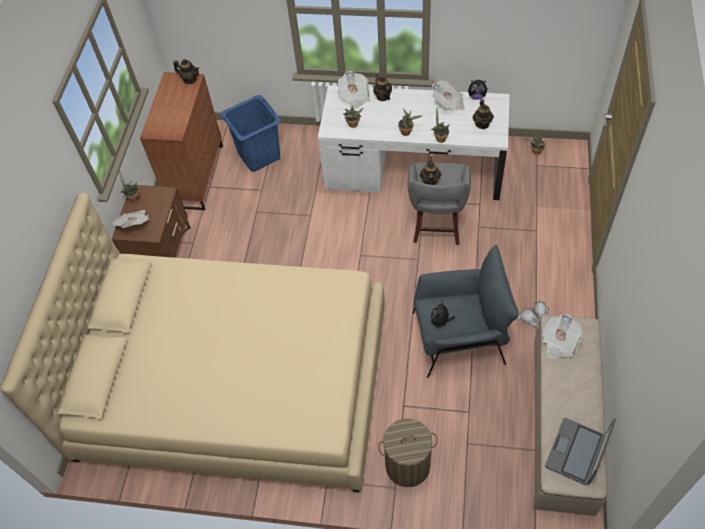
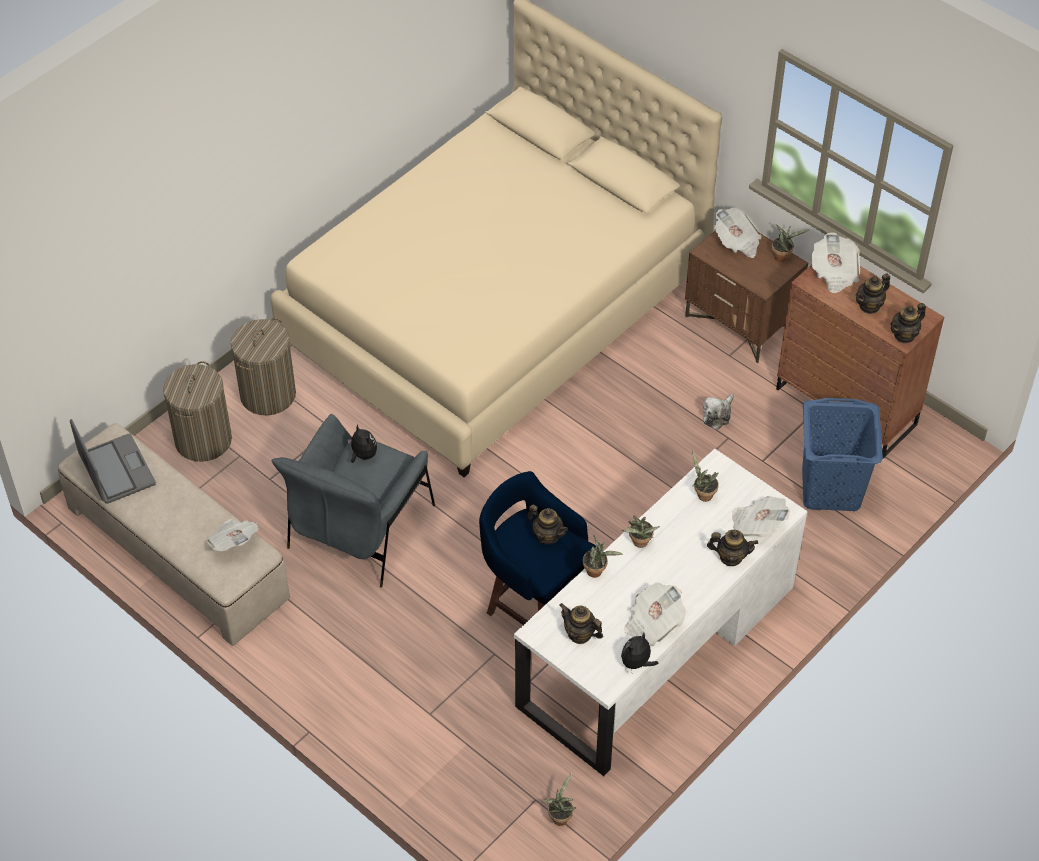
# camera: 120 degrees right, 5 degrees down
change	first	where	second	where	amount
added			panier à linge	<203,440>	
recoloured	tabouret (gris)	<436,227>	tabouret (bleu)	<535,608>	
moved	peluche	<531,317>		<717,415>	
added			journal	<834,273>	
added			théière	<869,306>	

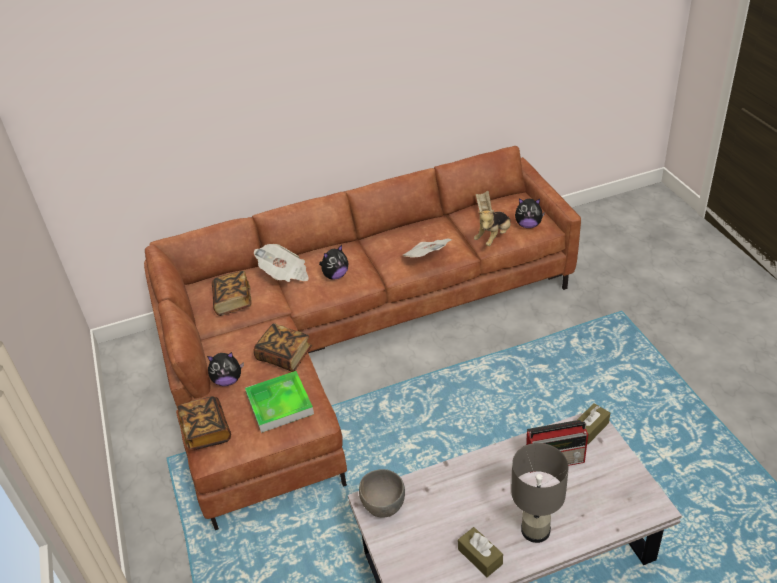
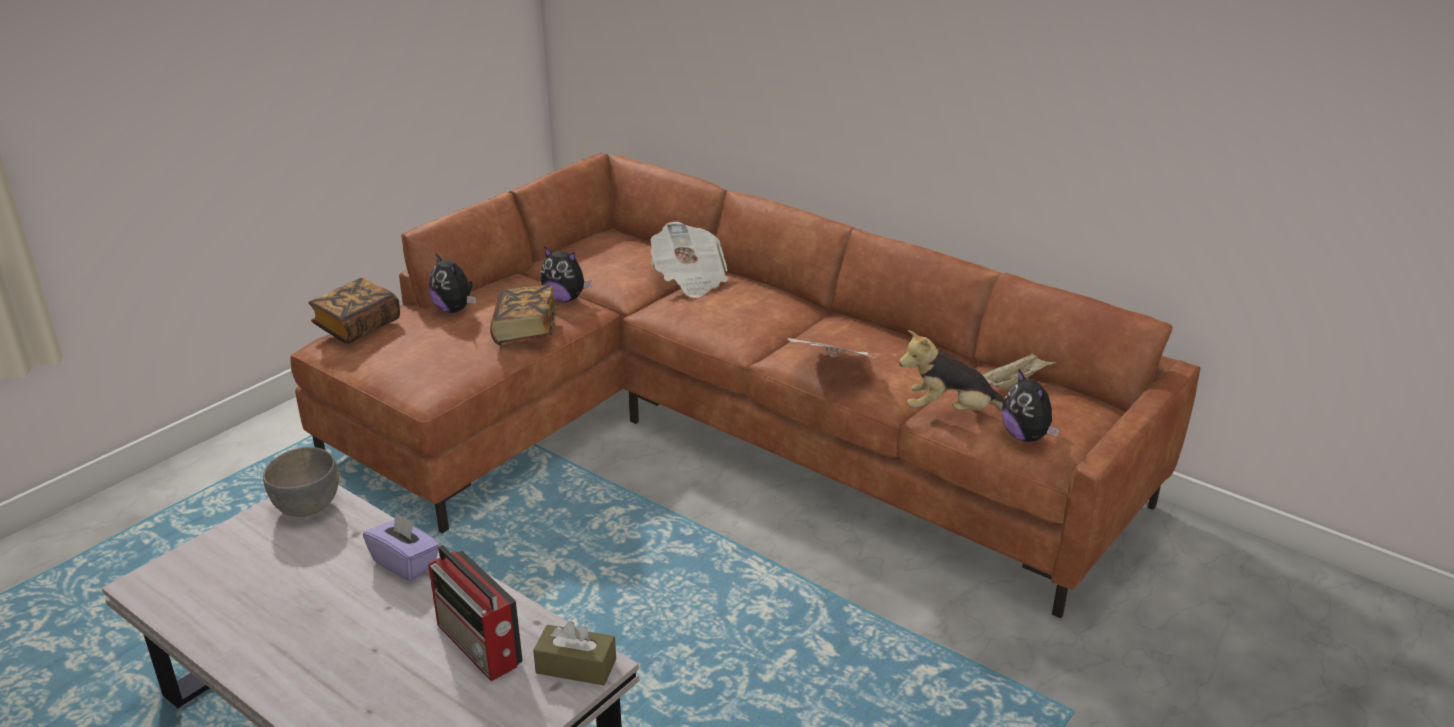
# camera: 55 degrees right, 10 degrees down
change	first	where	second	where	amount
added			boîte à mouchoirs (violet)	<405,563>	
moved	peluche	<335,275>		<565,299>	
removed	livre	<233,301>			
removed	plateau	<280,404>			
removed	boîte à mouchoirs (marron)	<480,556>			
removed	lampe de table (gris)	<536,530>			

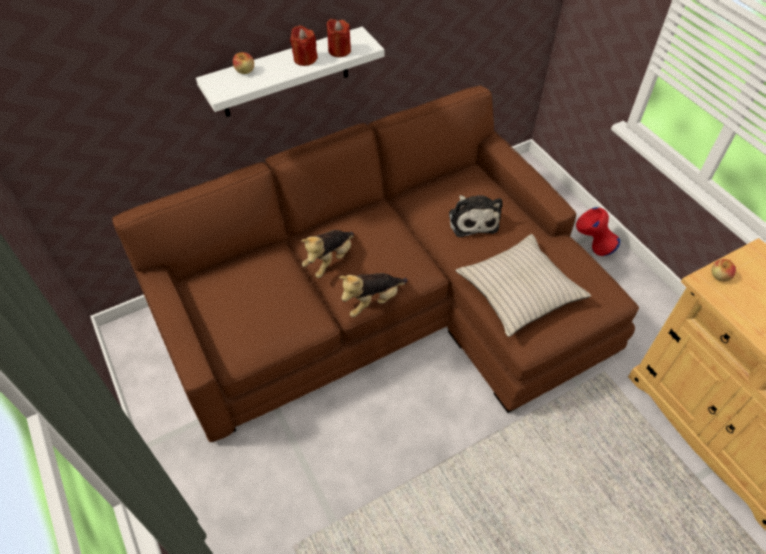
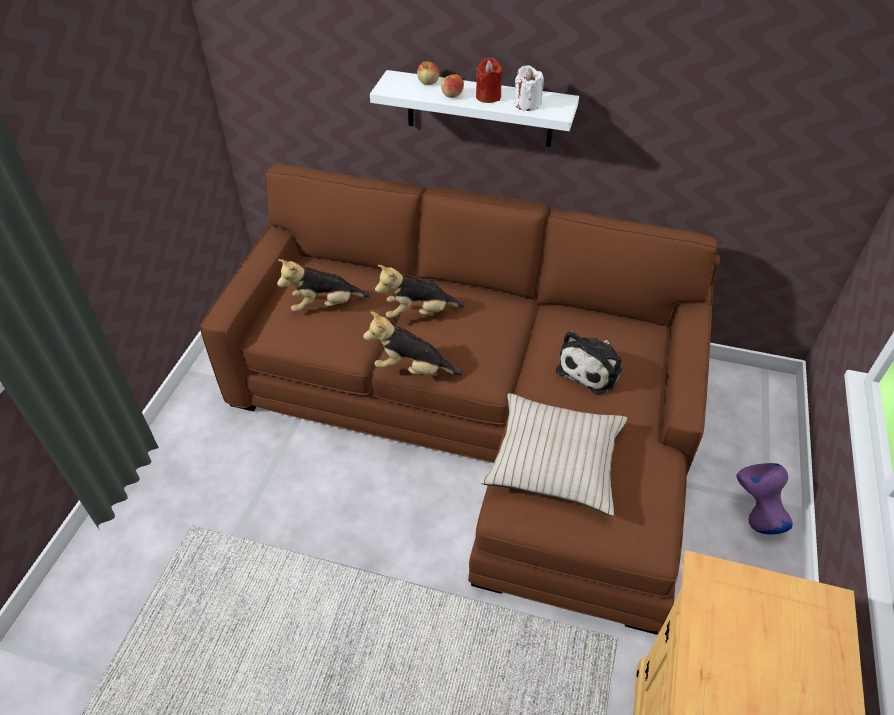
# camera: 45 degrees right, 5 degrees down
change	first	where	second	where	amount
added			peluche	<325,305>	
moved	pomme	<719,276>		<452,95>	
recoloured	bougie (rouge)	<339,50>	bougie (blanc)	<527,104>	
recoloured	vase (rouge)	<592,248>	vase (violet)	<754,516>	

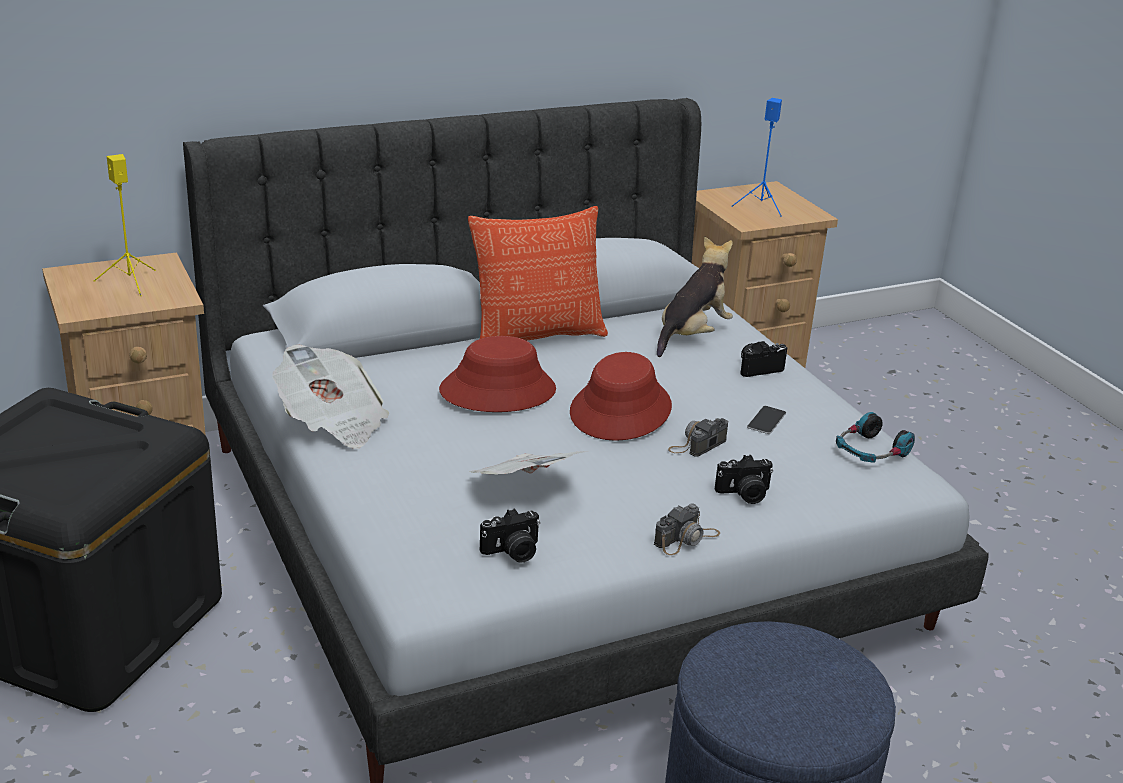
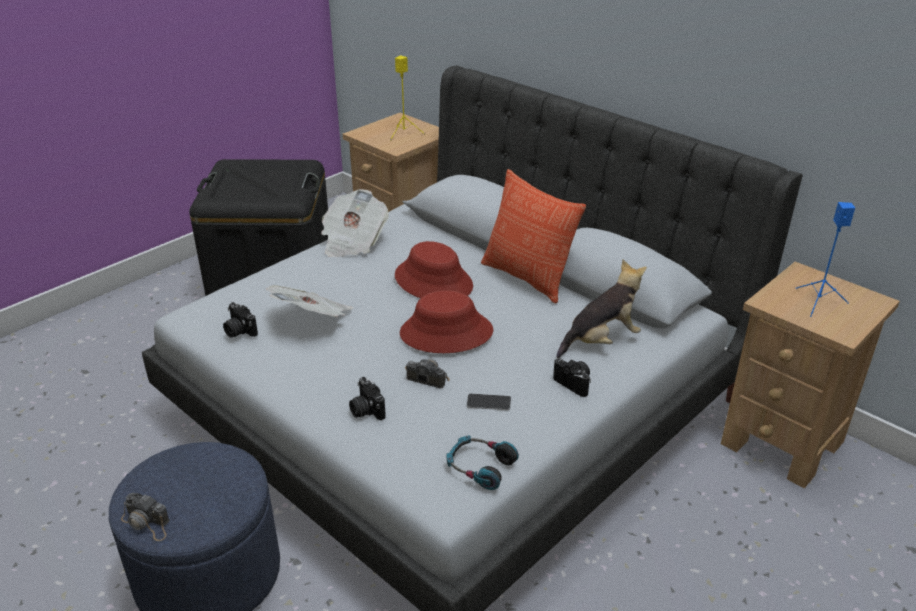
# camera: 70 degrees right, 5 degrees up
change	first	where	second	where	amount
moved	appareil photo	<686,538>		<147,523>	
turned	peluche	<692,335>		<601,340>	45 degrees counterclockwise

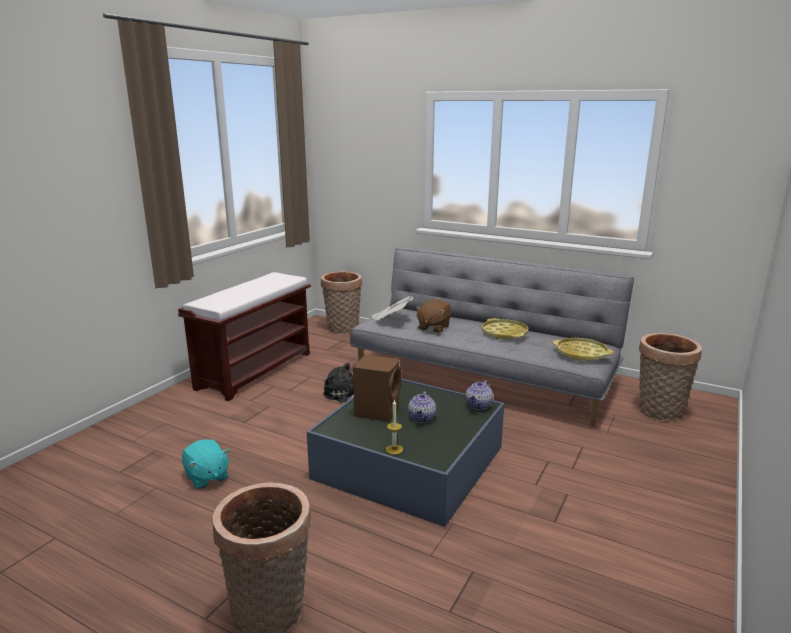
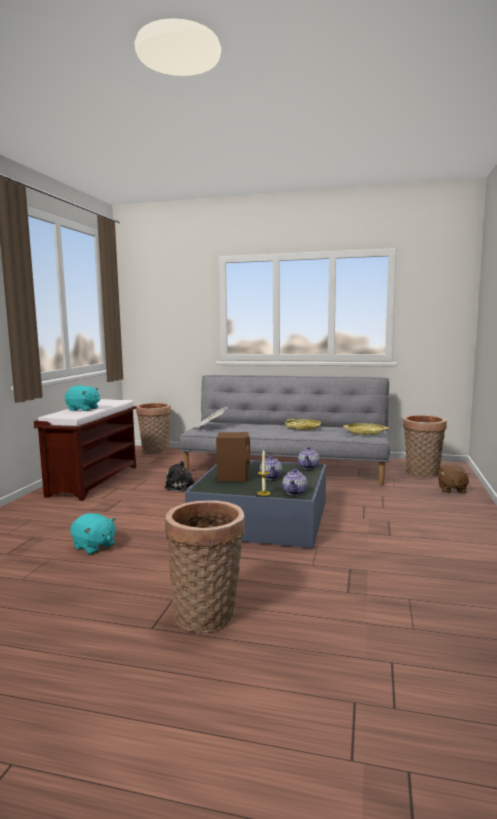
# camera: 15 degrees left, 10 degrees down
change	first	where	second	where	amount
added			peluche (turquoise)	<83,409>	
added			théière	<295,492>	
moved	peluche (marron)	<433,327>		<451,490>	

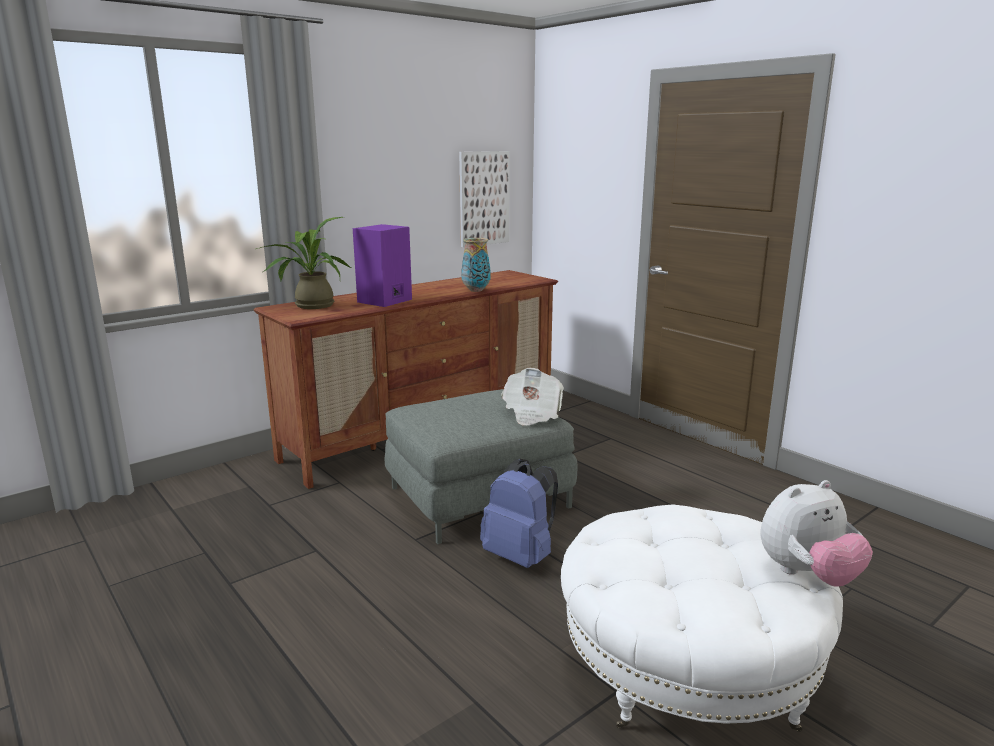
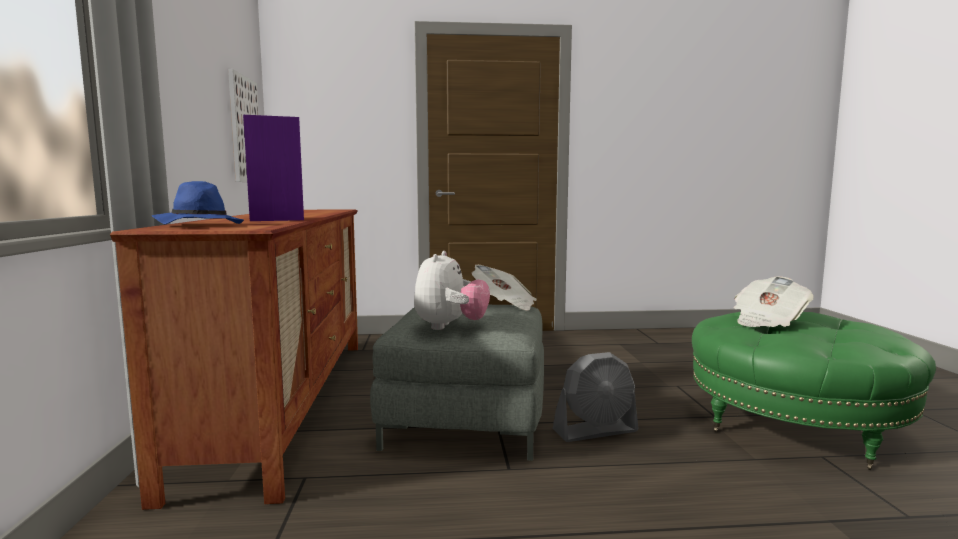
# camera: 55 degrees left, 10 degrees down
change	first	where	second	where	amount
replaced	plante en pot	<309,305>	chapeau (bleu)	<199,225>	
moved	peluche	<807,575>		<450,327>	
replaced	sac à dos (bleu)	<521,556>	ventilateur (gris)	<595,431>	
recoloured	pouf (blanc)	<687,667>	pouf (vert)	<794,425>	
added			journal	<767,321>	
removed	vase	<476,290>			

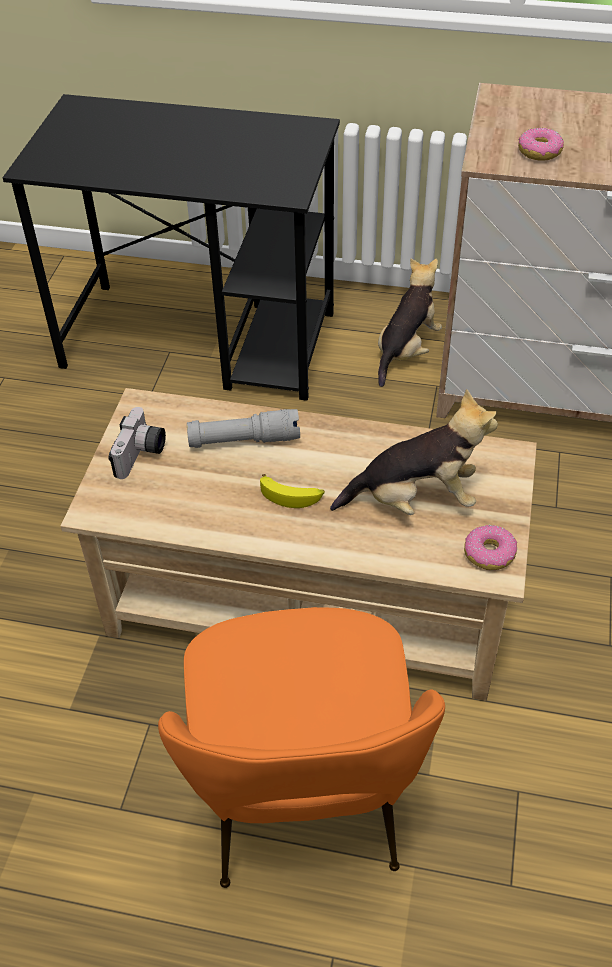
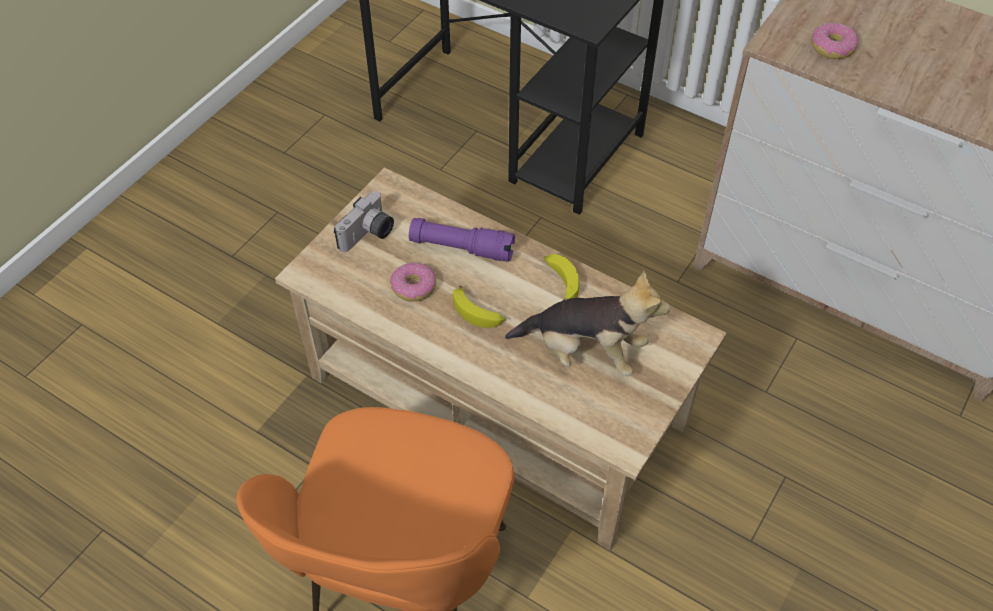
# camera: 20 degrees right, 5 degrees up
change	first	where	second	where	amount
moved	beignet	<489,553>		<414,287>	
recoloured	lampe de poche (gris)	<244,440>	lampe de poche (violet)	<461,248>	
added			banane	<560,281>	
removed	peluche	<406,350>			

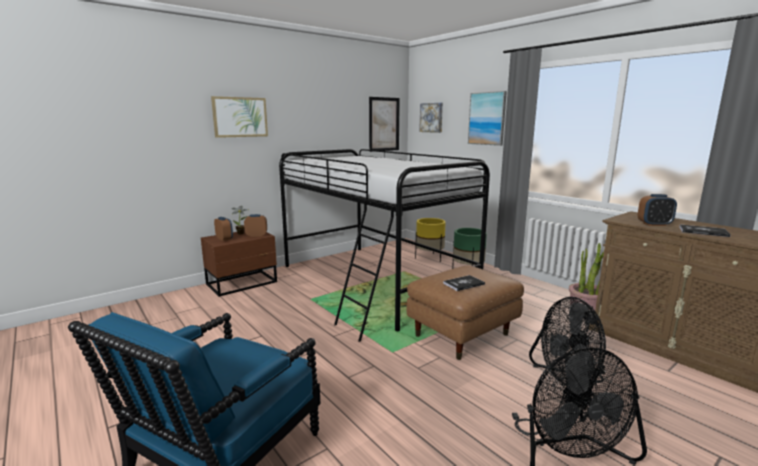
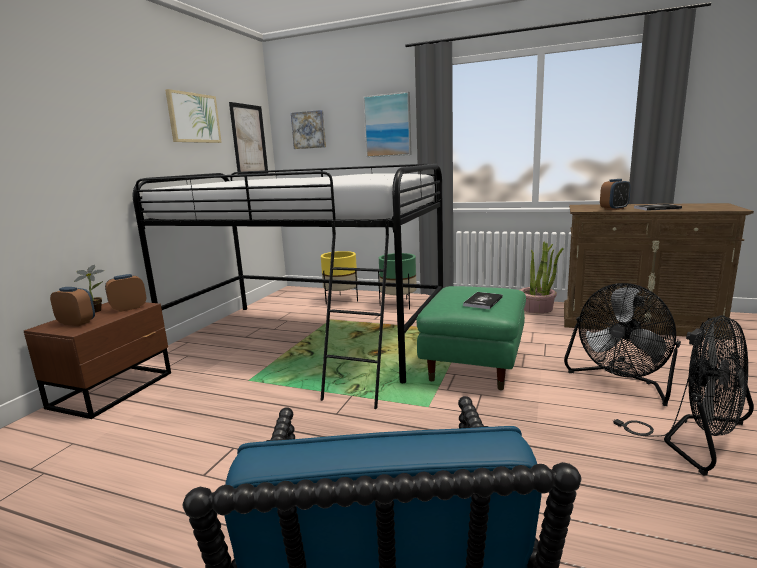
# camera: 30 degrees left, 0 degrees up
change	first	where	second	where	amount
moved	tableau	<240,117>		<194,118>	
recoloured	pouf (marron)	<463,335>	pouf (vert)	<473,365>	

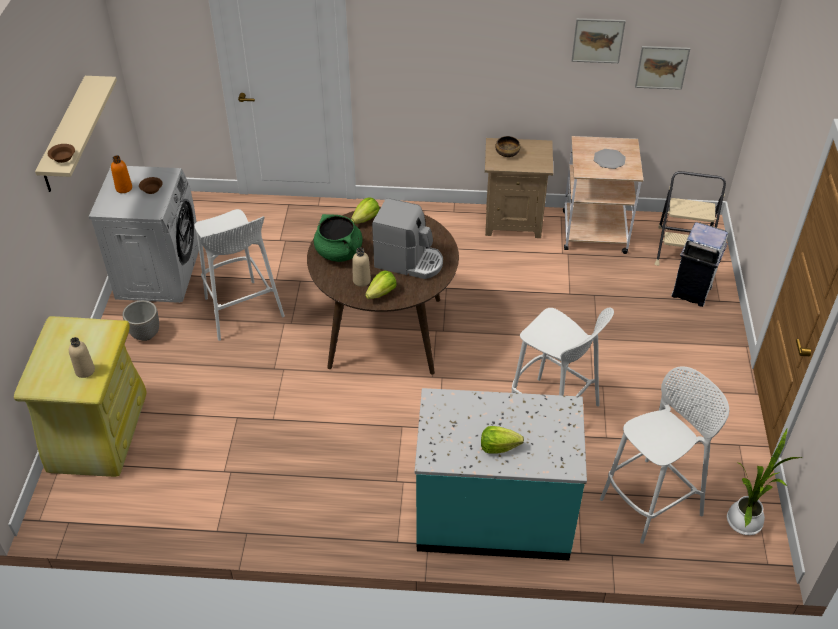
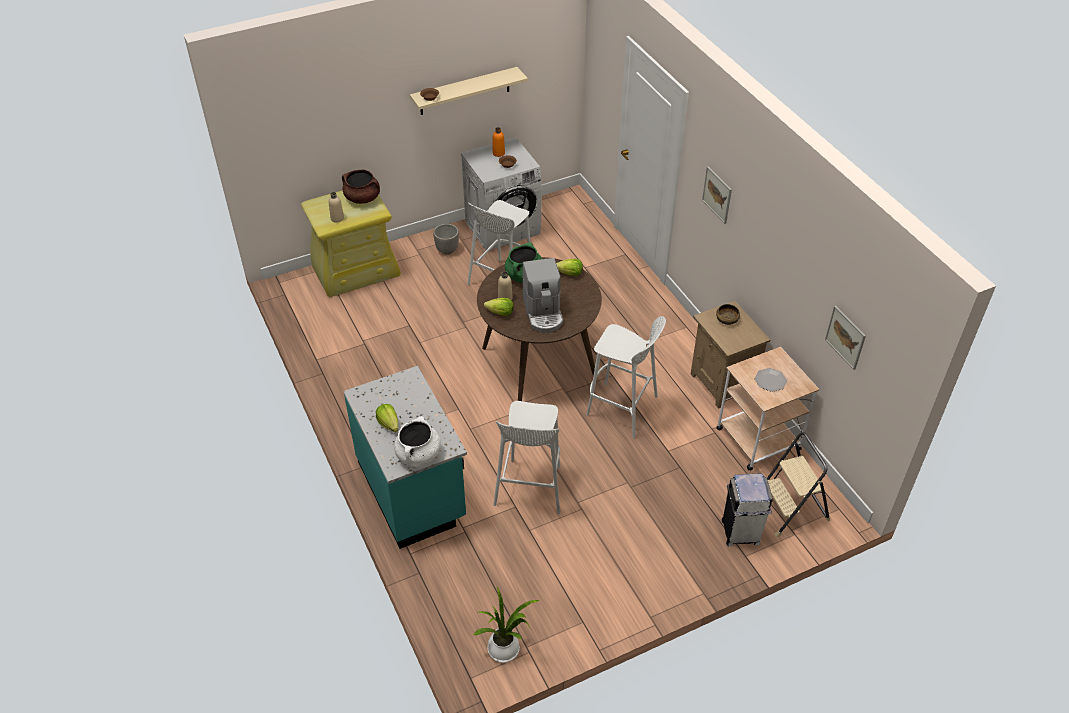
# camera: 60 degrees right, 0 degrees up
change	first	where	second	where	amount
added			marmite (marron)	<362,198>	
added			marmite (blanc)	<418,455>	
moved	tabouret (blanc)	<650,502>		<622,409>	
moved	tableau	<597,40>		<717,194>	

